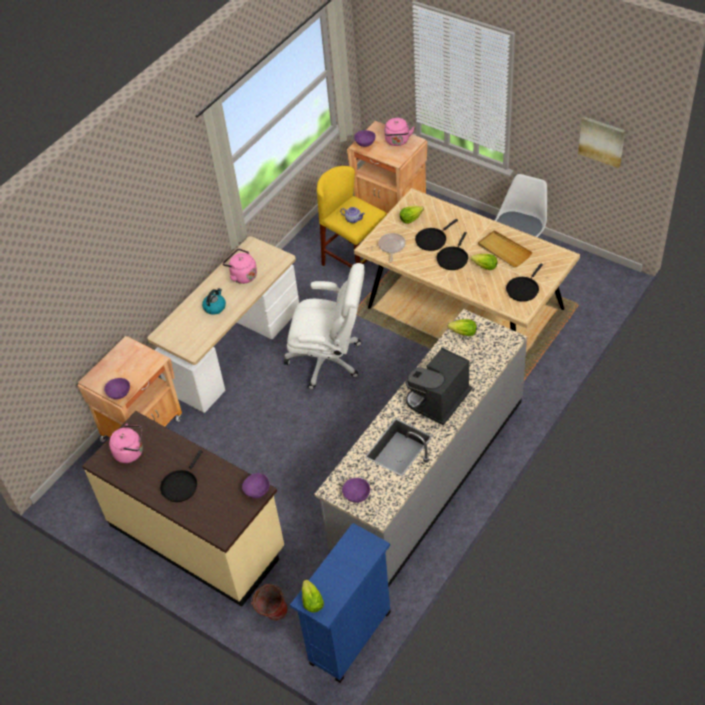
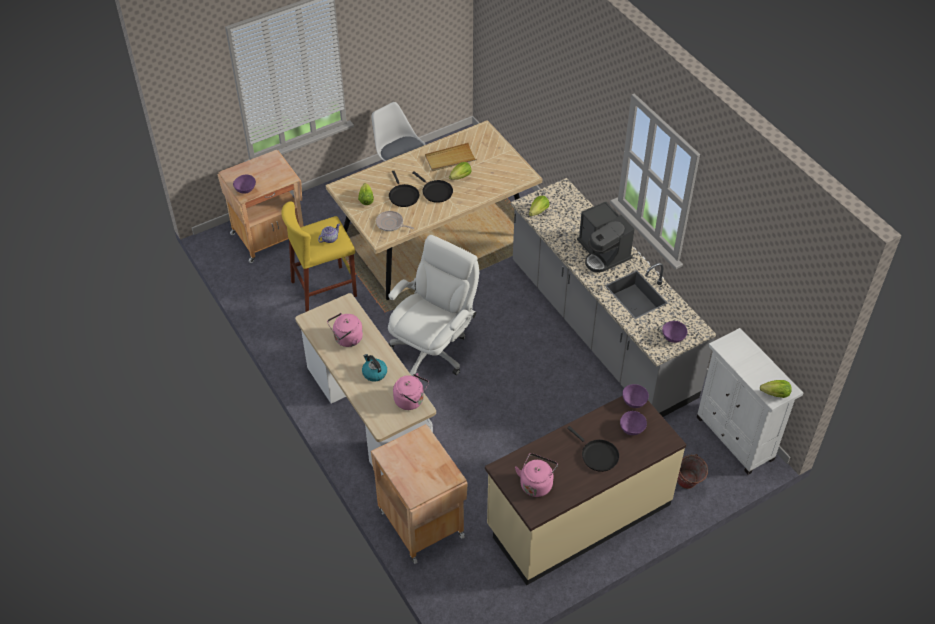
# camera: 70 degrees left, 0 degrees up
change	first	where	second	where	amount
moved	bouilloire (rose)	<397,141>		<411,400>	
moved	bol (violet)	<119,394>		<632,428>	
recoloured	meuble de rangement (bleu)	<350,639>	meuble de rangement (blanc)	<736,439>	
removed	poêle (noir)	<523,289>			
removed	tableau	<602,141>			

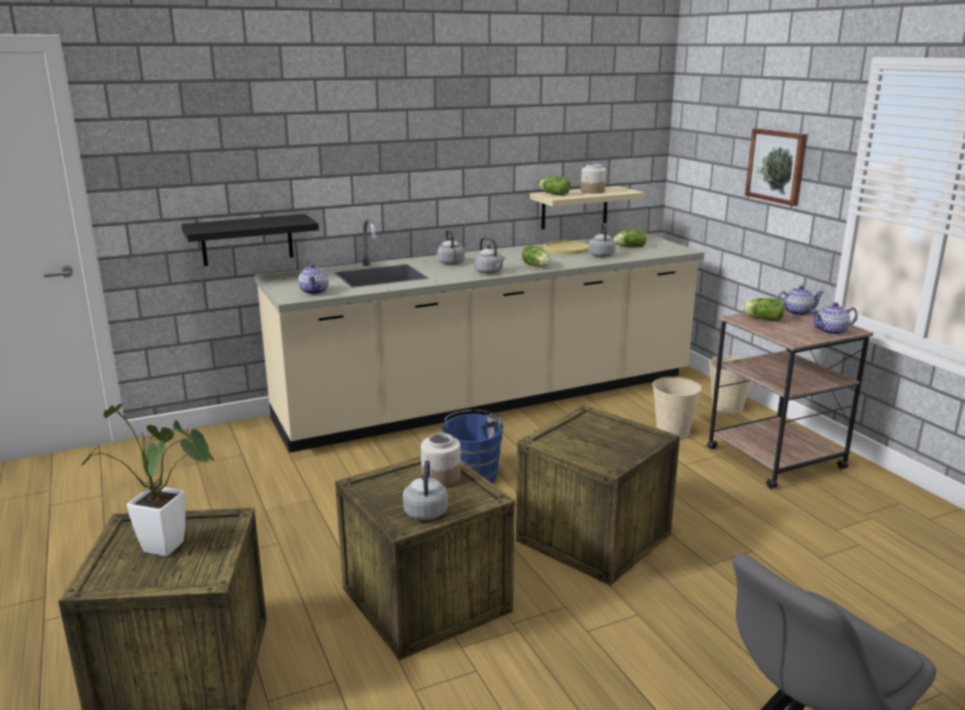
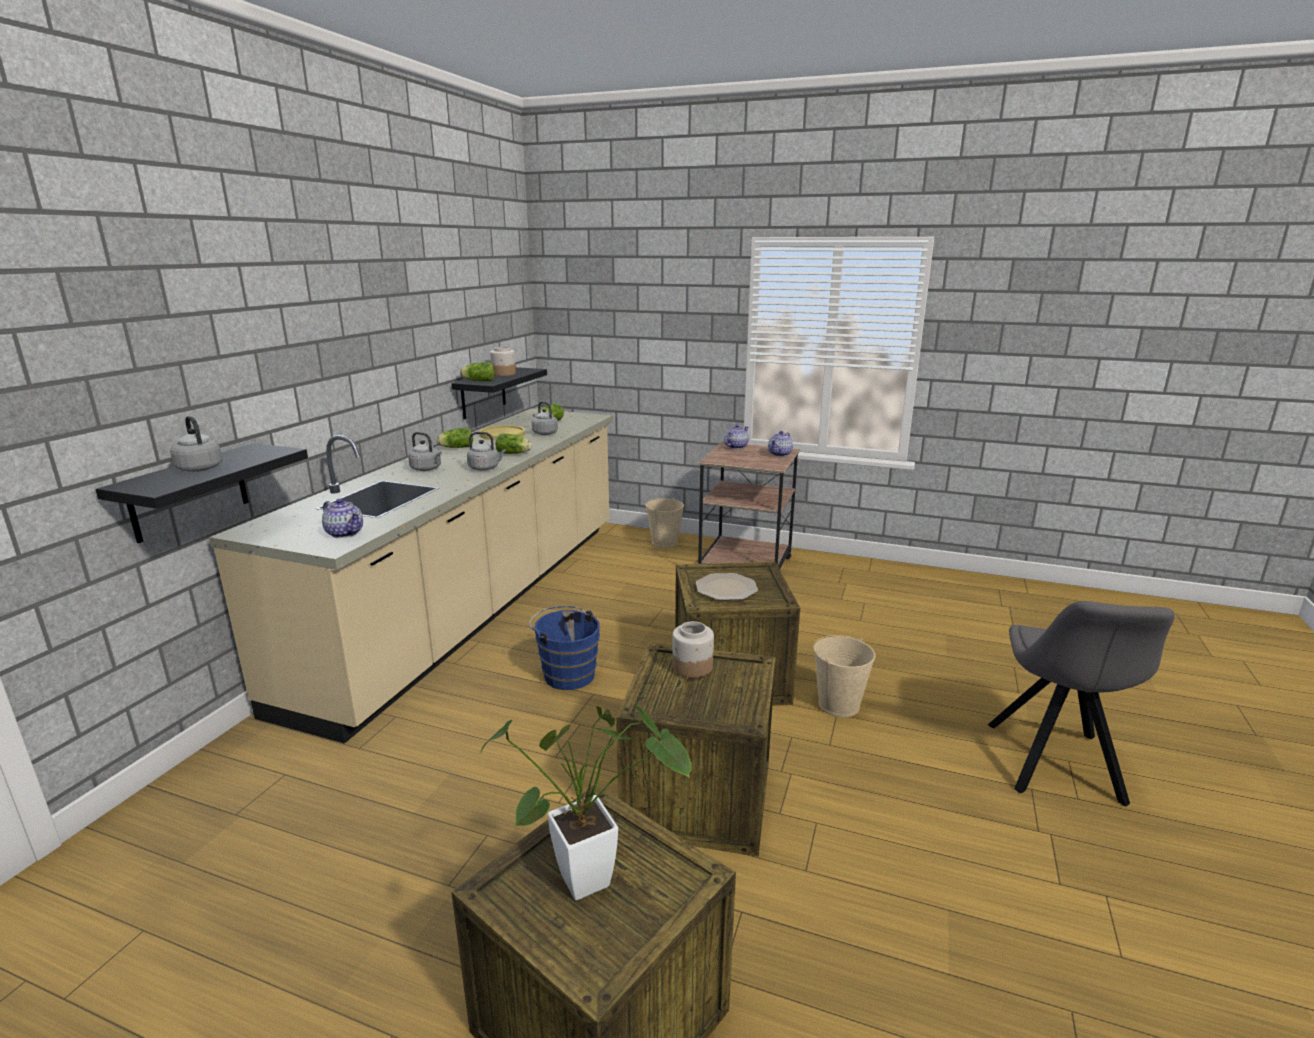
# camera: 45 degrees left, 0 degrees up
change	first	where	second	where	amount
moved	bouilloire (gris)	<426,511>		<199,468>	
moved	laitue	<761,319>		<455,447>	
recoloured	étagère (beige)	<574,207>	étagère (noir)	<483,393>	
added			assiette	<726,588>	
moved	seau (beige)	<673,432>		<839,705>	
removed	tableau	<777,166>			

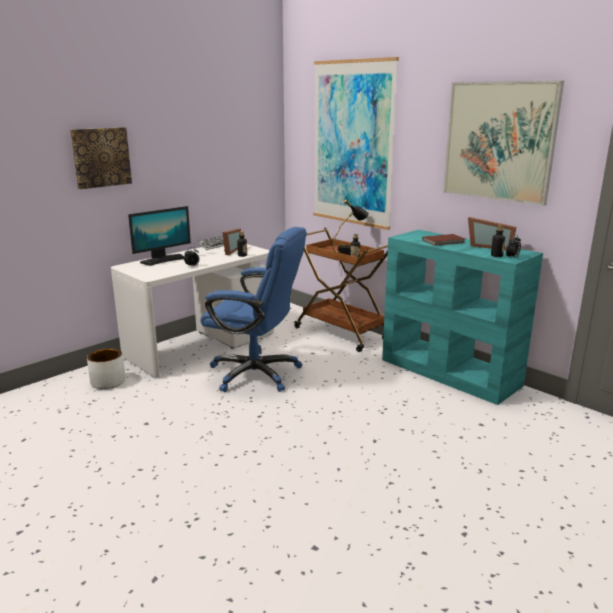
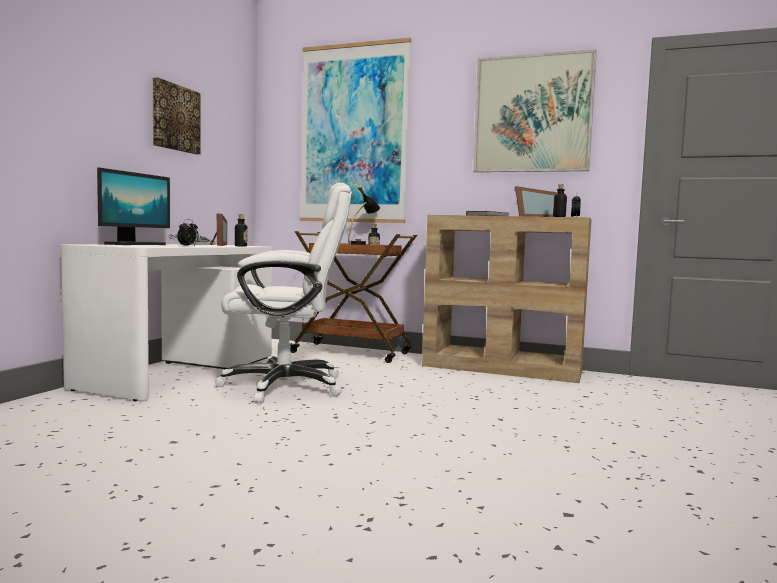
# camera: 25 degrees left, 15 degrees down
change	first	where	second	where	amount
moved	tableau	<101,157>		<175,118>	
recoloured	chaise de bureau (bleu)	<255,373>	chaise de bureau (blanc)	<284,386>	
recoloured	bibliothèque (turquoise)	<450,372>	bibliothèque (marron)	<502,368>	
removed	cache-pot (blanc)	<108,382>			

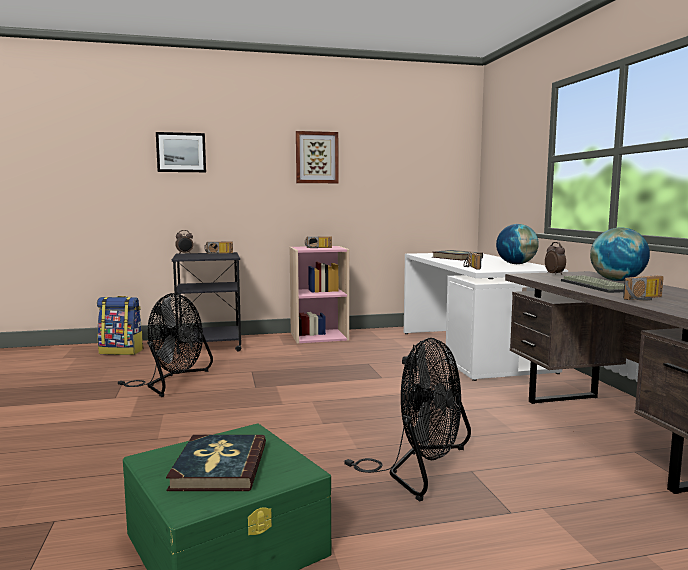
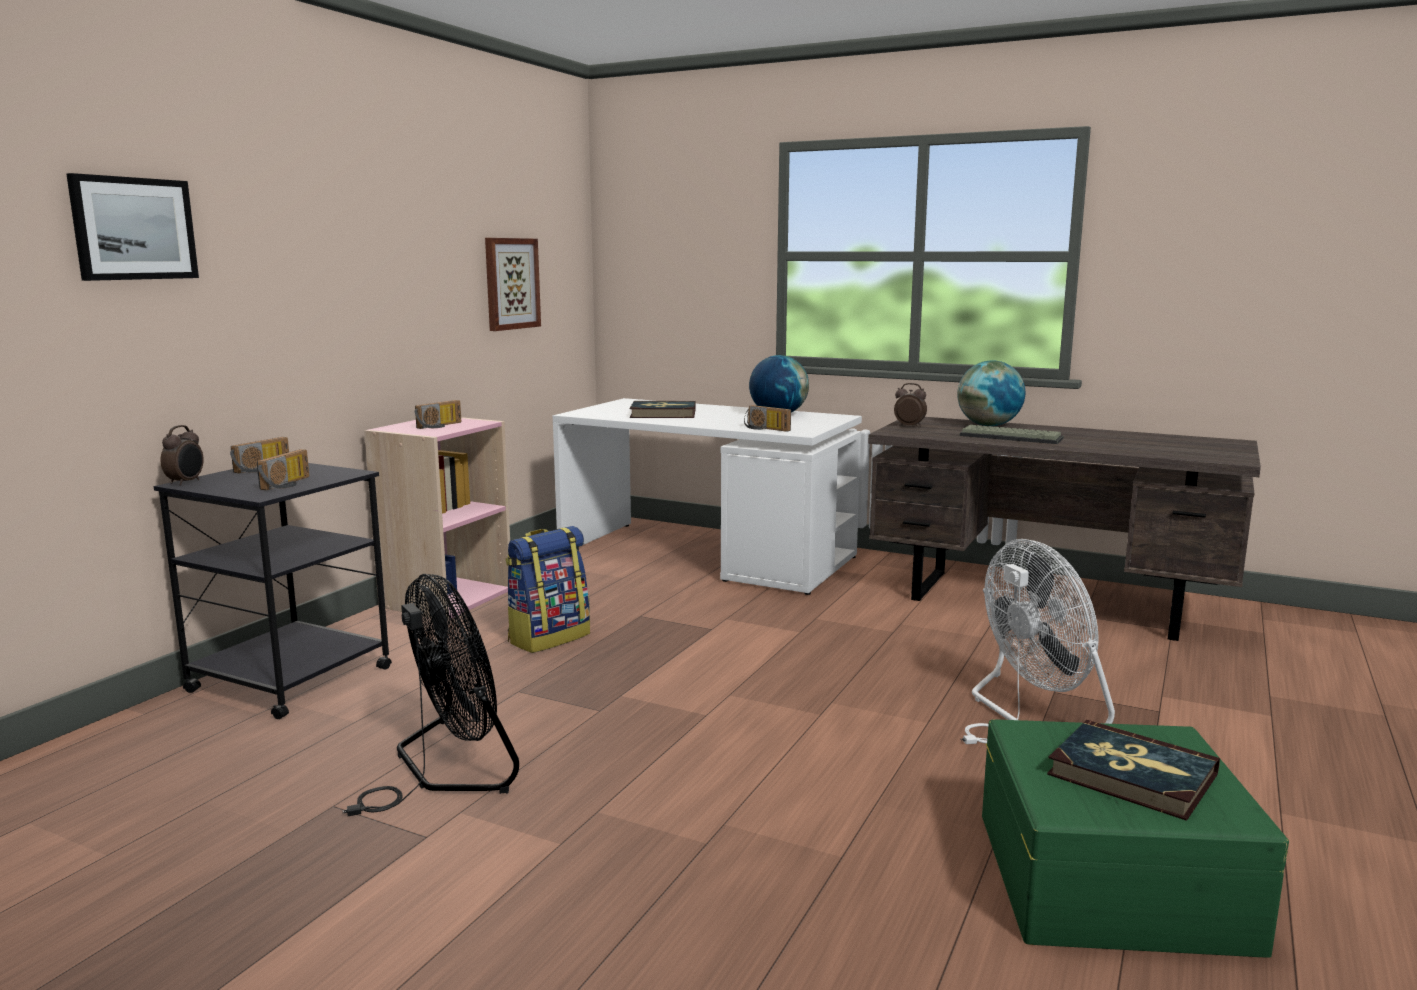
# camera: 50 degrees left, 5 degrees up
change	first	where	second	where	amount
moved	radio	<645,299>		<289,484>	
moved	tableau	<316,157>		<511,283>	
moved	sac à dos	<122,351>		<549,638>	
recoloured	ventilateur (noir)	<417,468>	ventilateur (blanc)	<1020,712>	

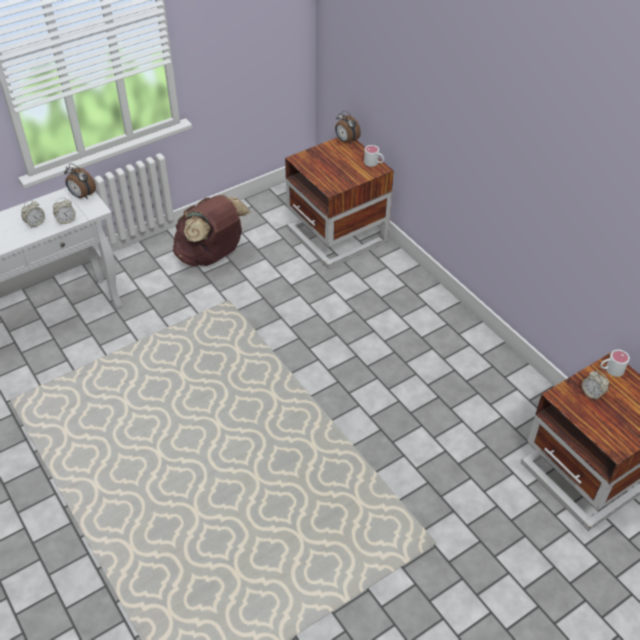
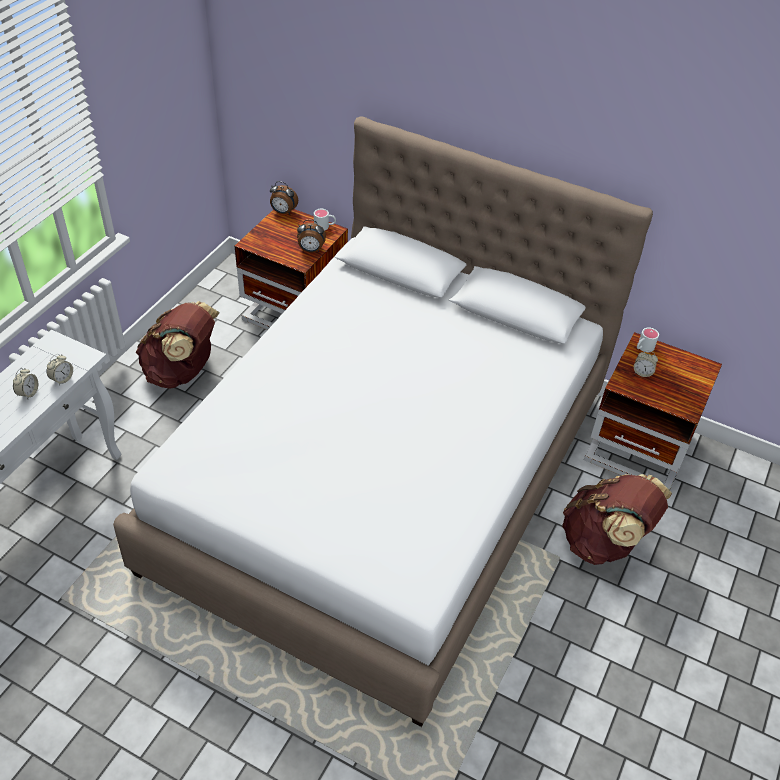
# camera: 30 degrees left, 0 degrees up
change	first	where	second	where	amount
added			lit (blanc)	<385,479>	
moved	réveil	<82,196>		<311,250>	
added			sac à dos (marron)	<604,542>	

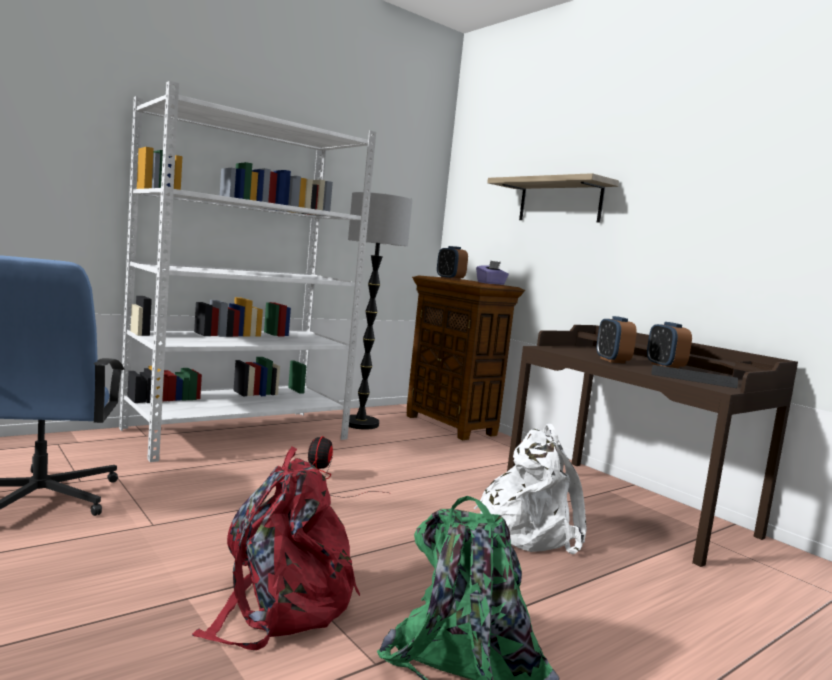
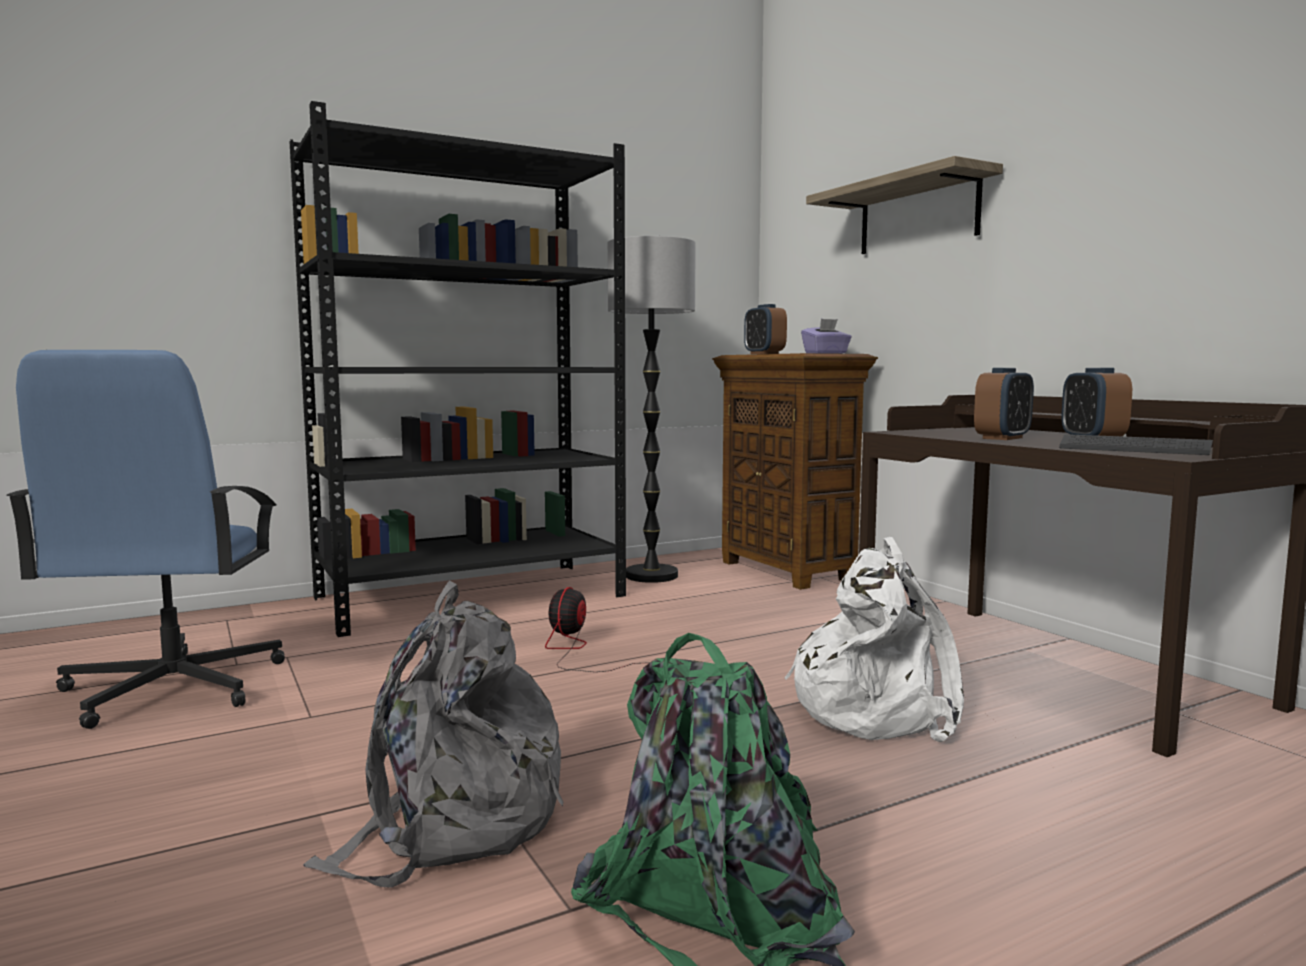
# camera: 10 degrees right, 0 degrees up
change	first	where	second	where	amount
recoloured	bibliothèque (blanc)	<237,434>	bibliothèque (noir)	<471,597>	
recoloured	sac à dos (rouge)	<280,604>	sac à dos (gris)	<452,821>	
turned	réveil	<612,360>		<1002,438>	135 degrees counterclockwise

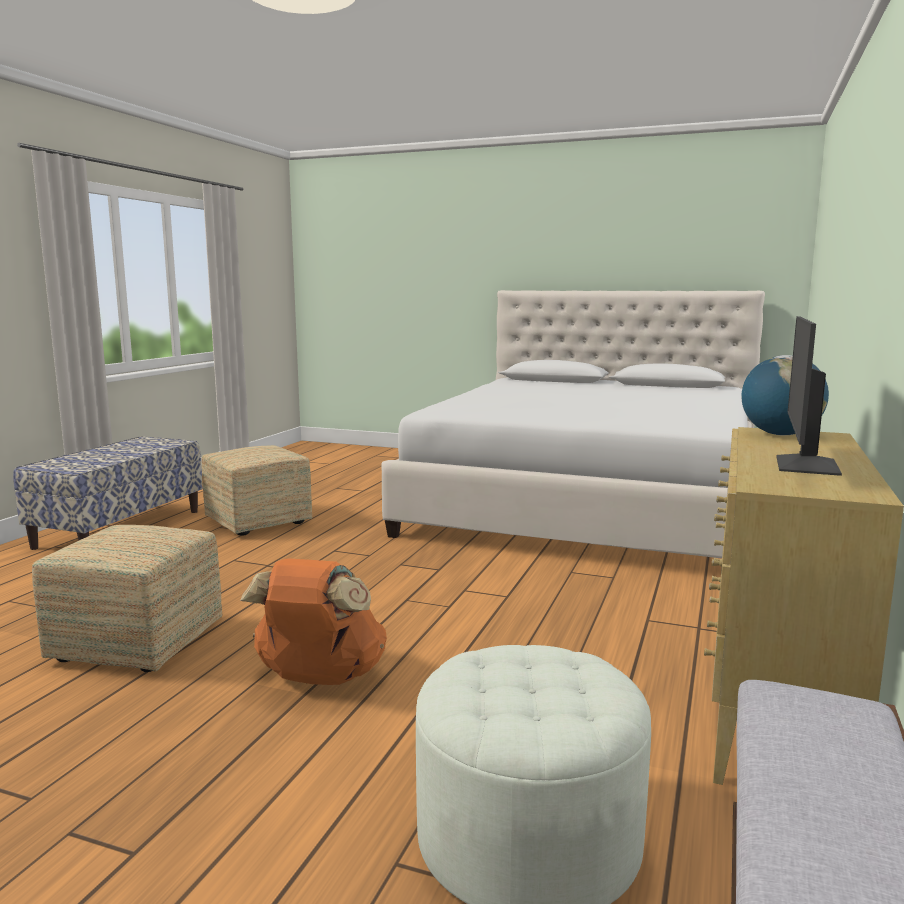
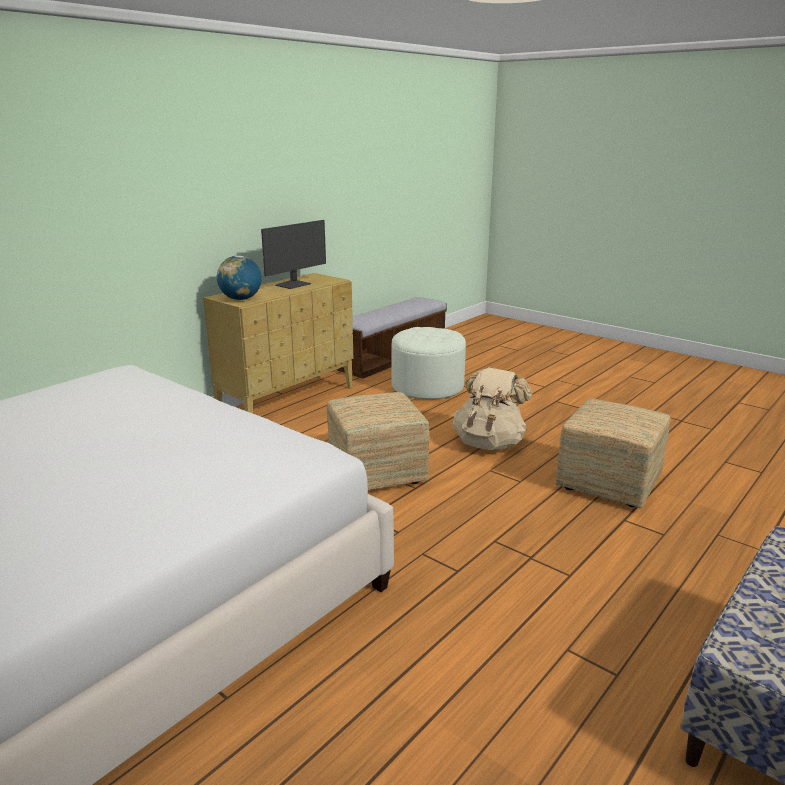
# camera: 160 degrees left, 10 degrees up
change	first	where	second	where	amount
moved	pouf	<259,522>		<376,472>	
recoloured	sac à dos (orange)	<319,678>	sac à dos (beige)	<489,443>	

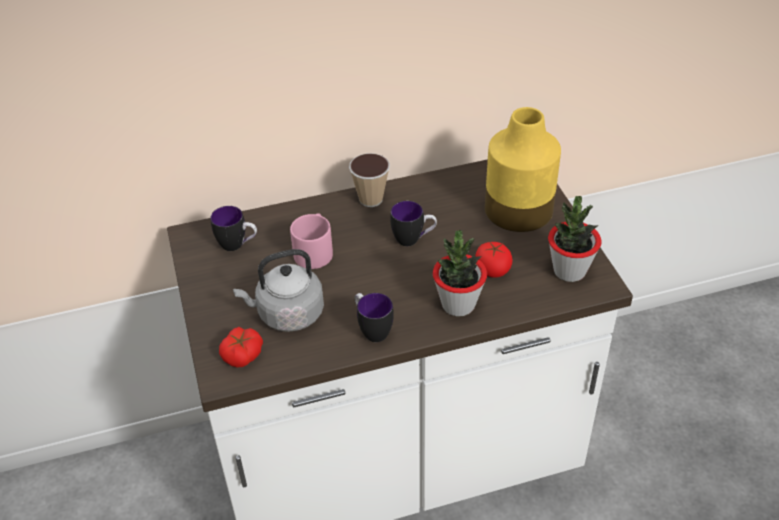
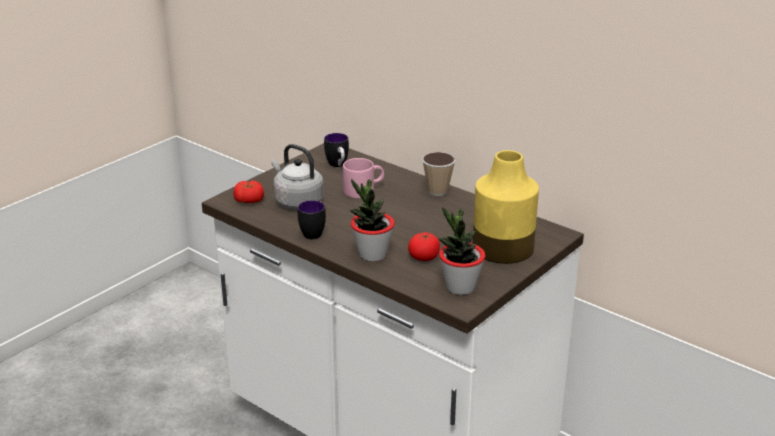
# camera: 55 degrees right, 15 degrees down
change	first	where	second	where	amount
removed	mug	<413,240>			

